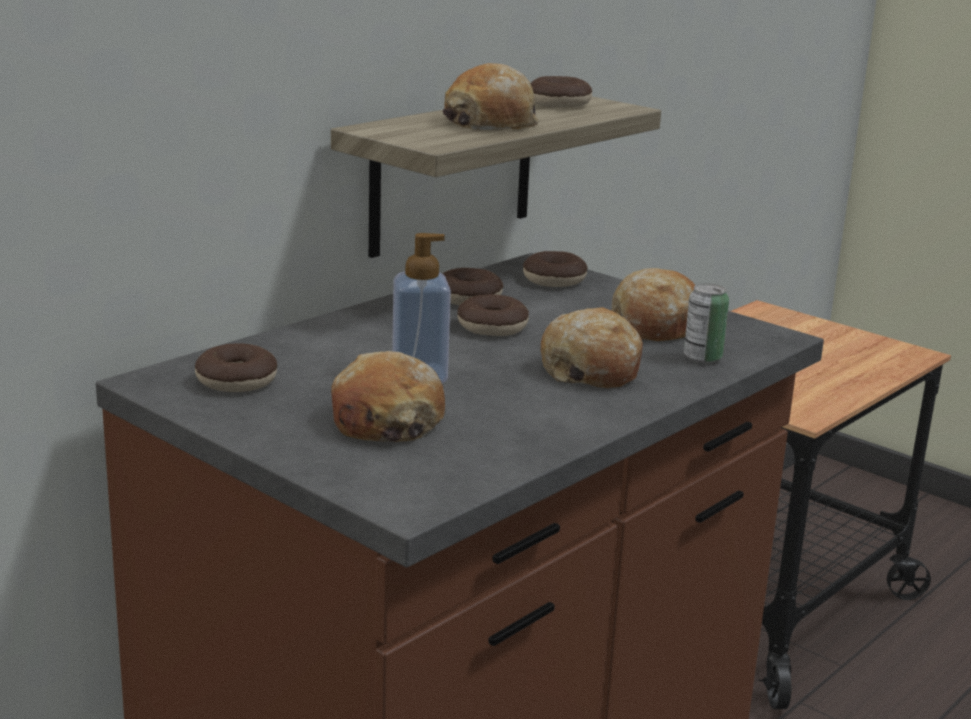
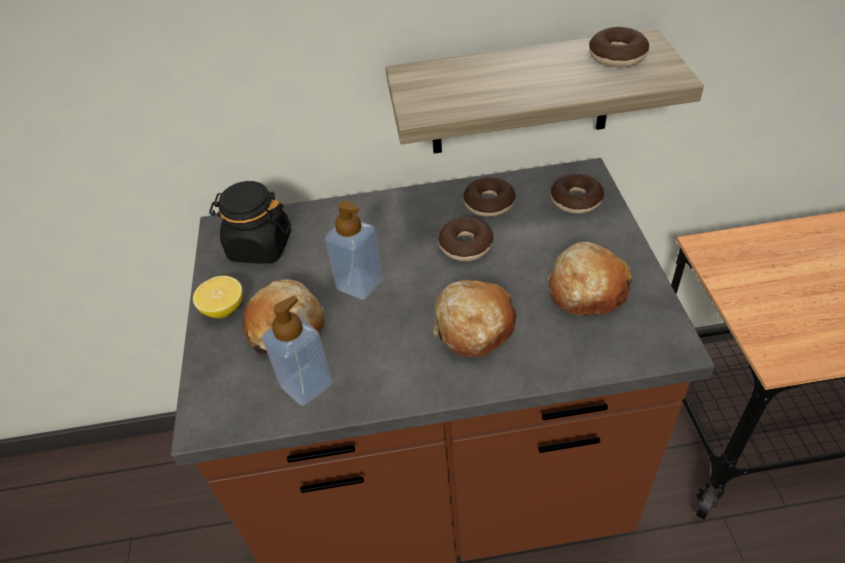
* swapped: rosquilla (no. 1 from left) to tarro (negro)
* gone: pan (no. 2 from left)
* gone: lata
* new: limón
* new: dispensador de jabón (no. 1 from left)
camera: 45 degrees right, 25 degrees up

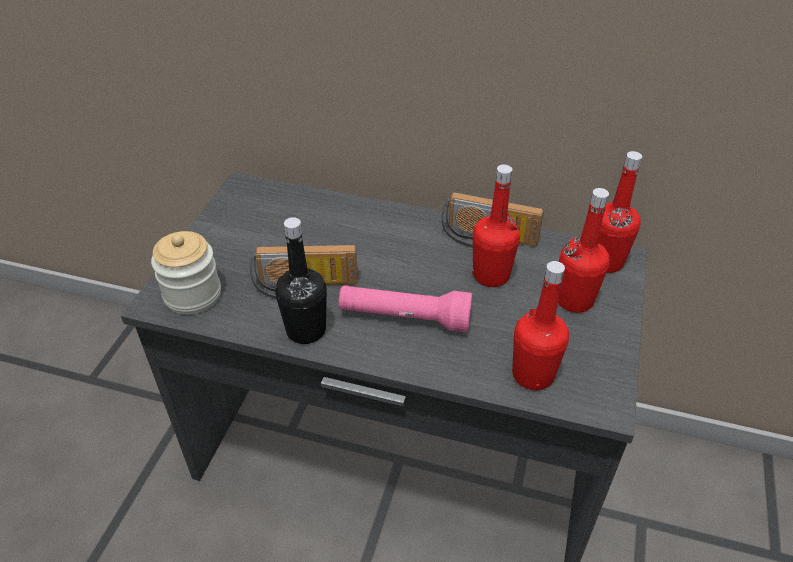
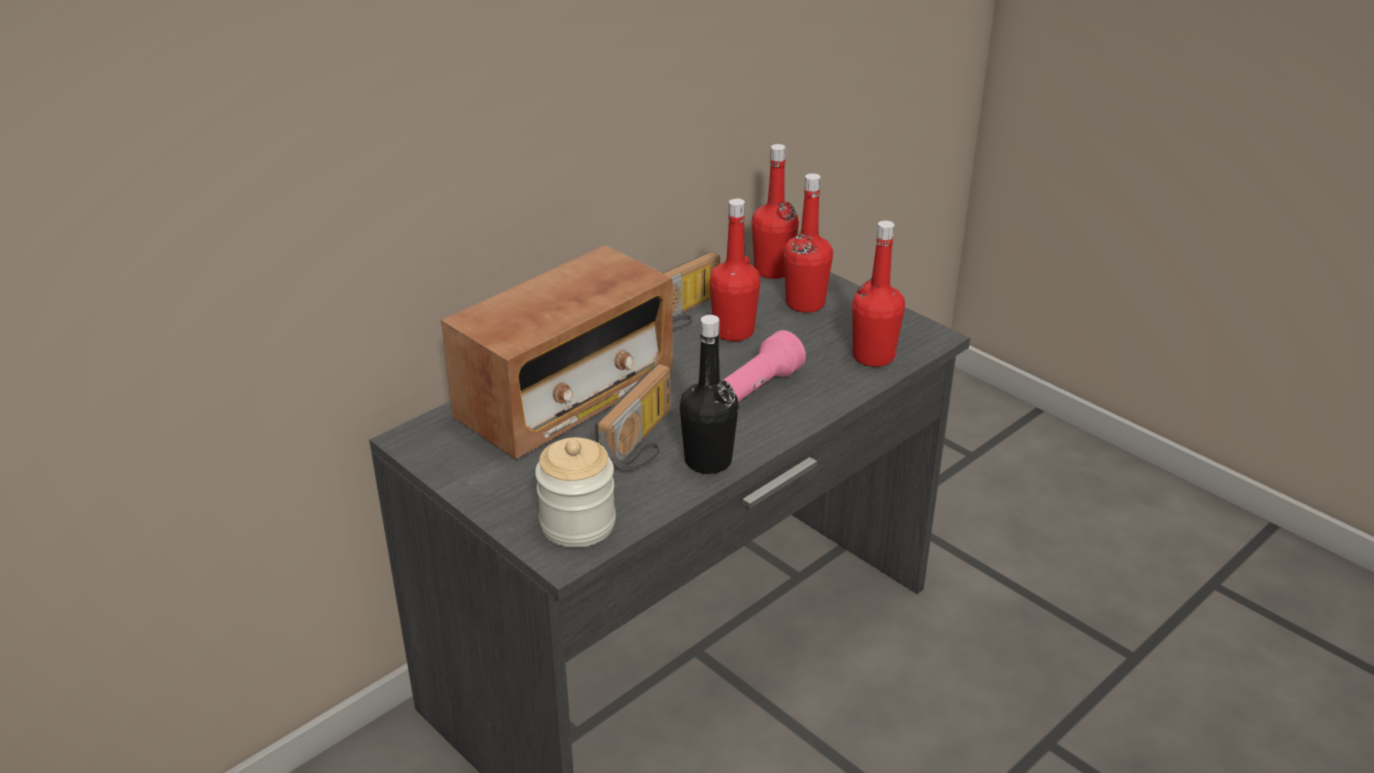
* new: radio (no. 1 from left)
camera: 60 degrees left, 10 degrees down

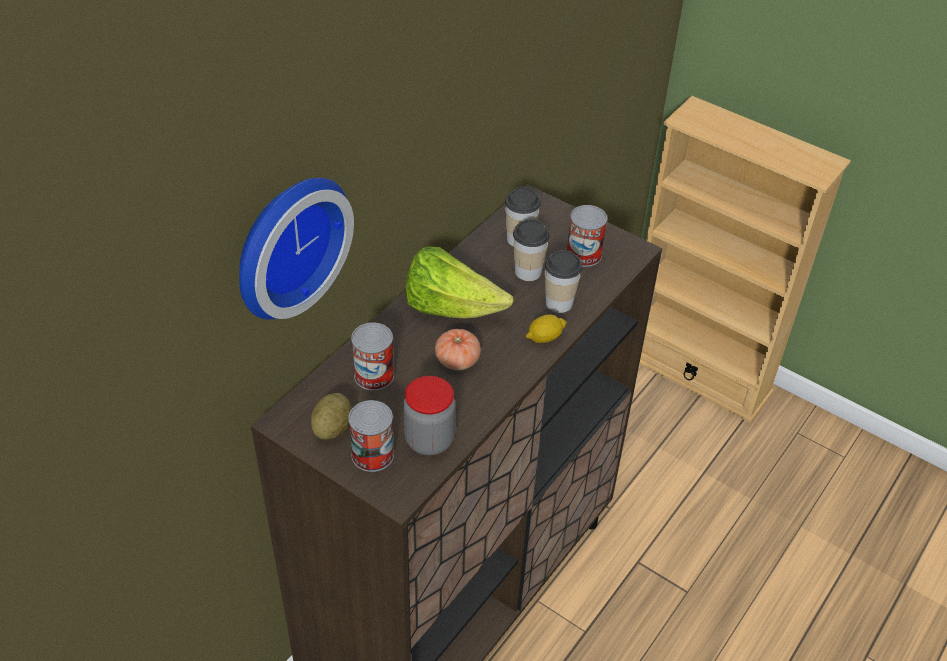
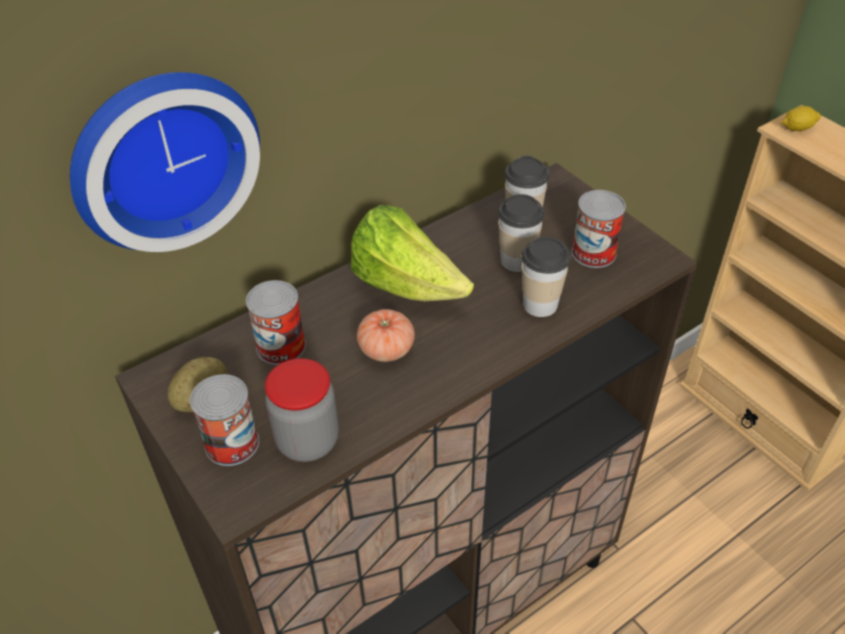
* shifted: limón
camera: 20 degrees right, 0 degrees up

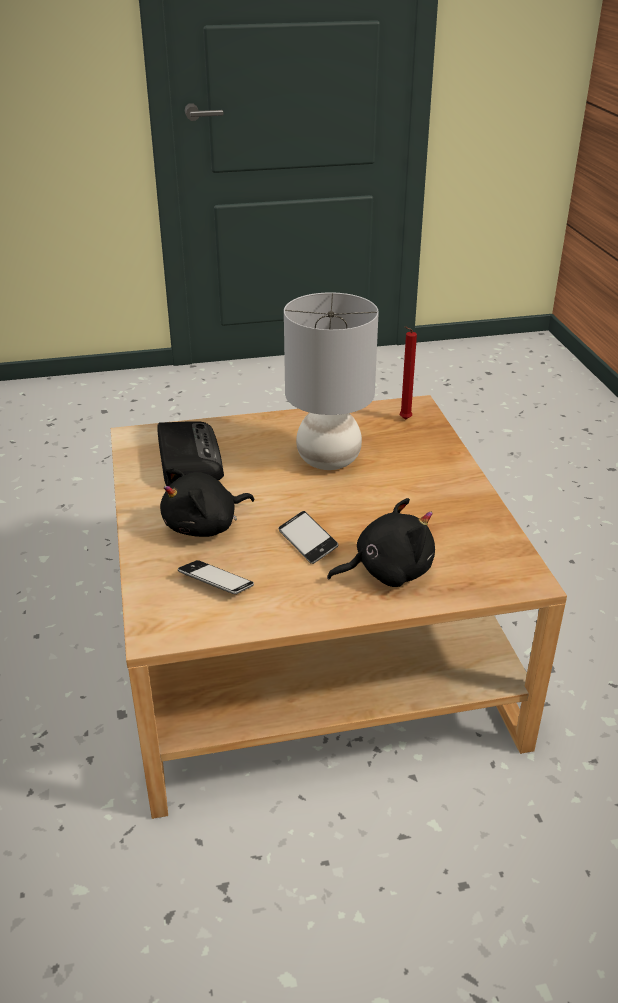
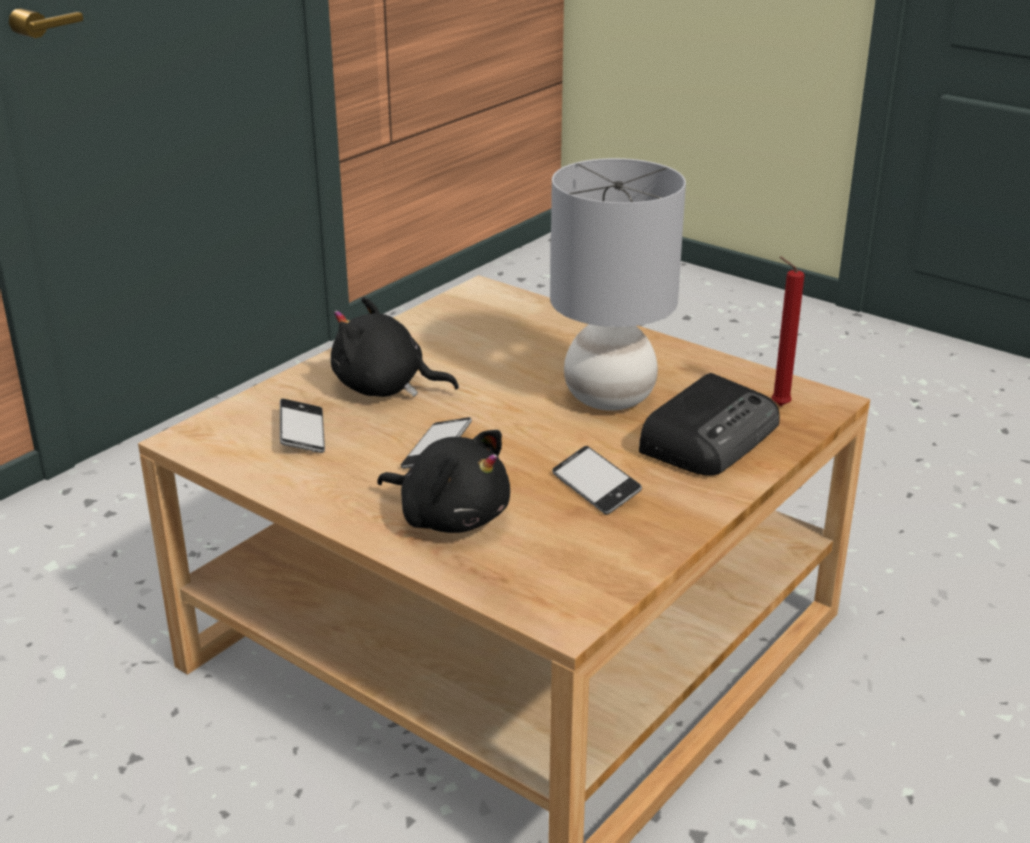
* shifted: radio
* new: móvil (no. 3 from left)
camera: 50 degrees right, 5 degrees down

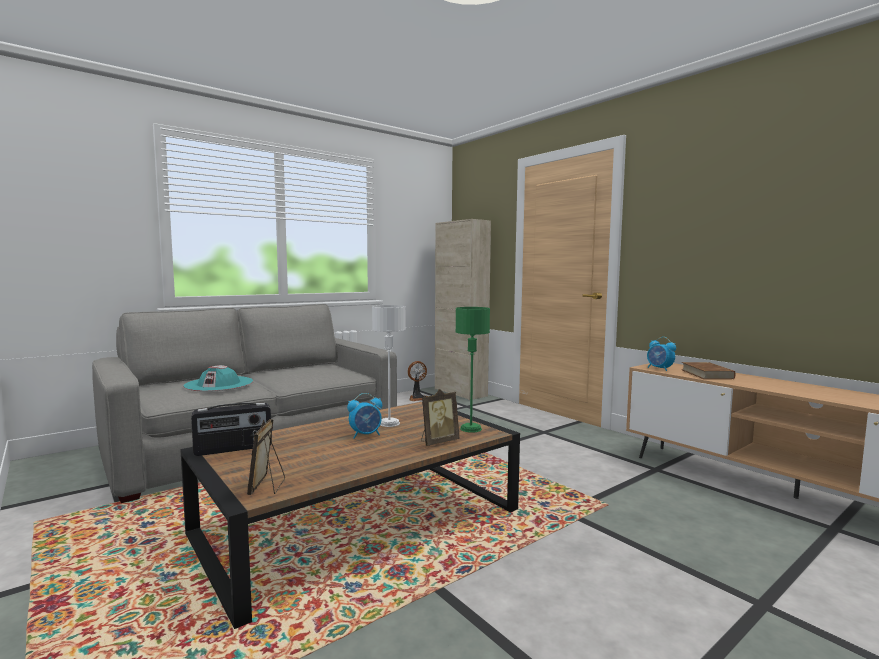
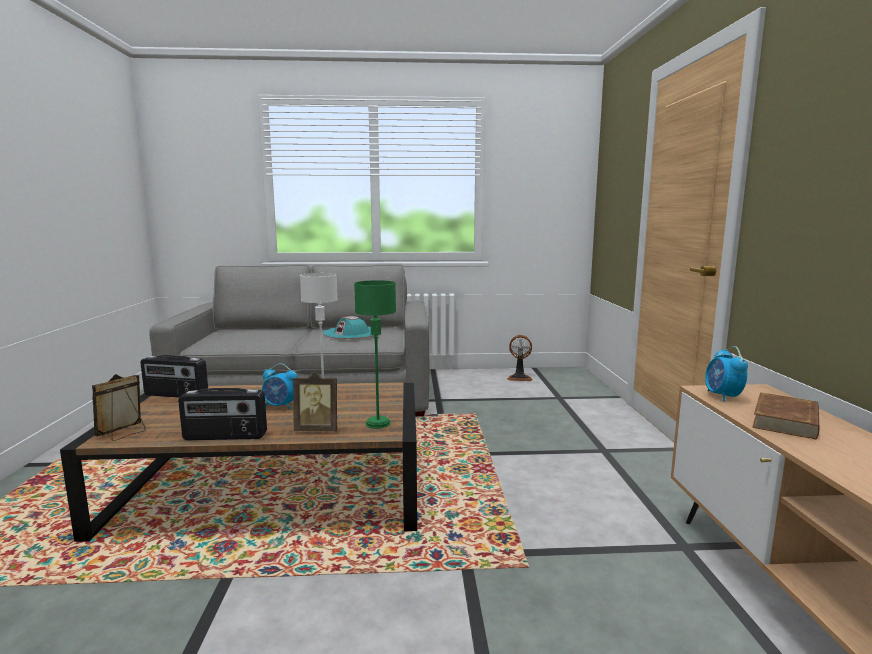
* shifted: sombrero (turquesa)
* gone: armario (beis)
* new: radio (no. 2 from left)
camera: 35 degrees right, 5 degrees up

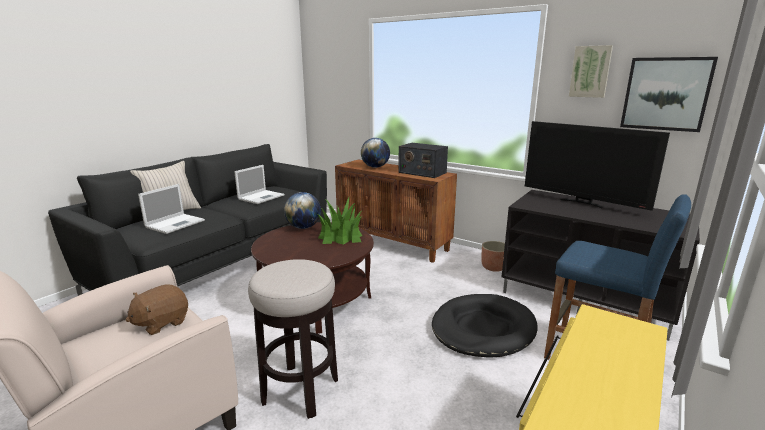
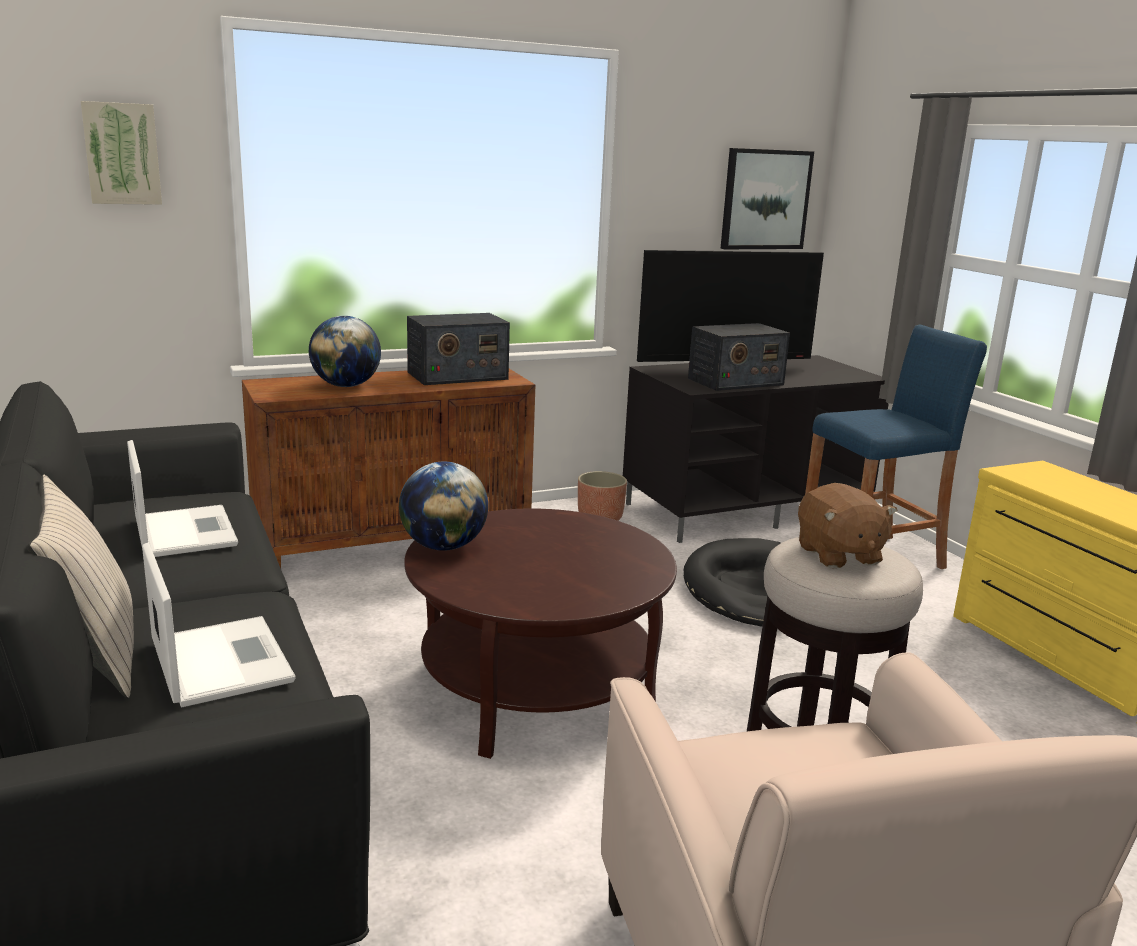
* shifted: peluche (marrón)
* gone: planta en maceta
* shifted: cuadro (no. 1 from left)
* new: radio (no. 2 from left)
camera: 60 degrees left, 0 degrees up

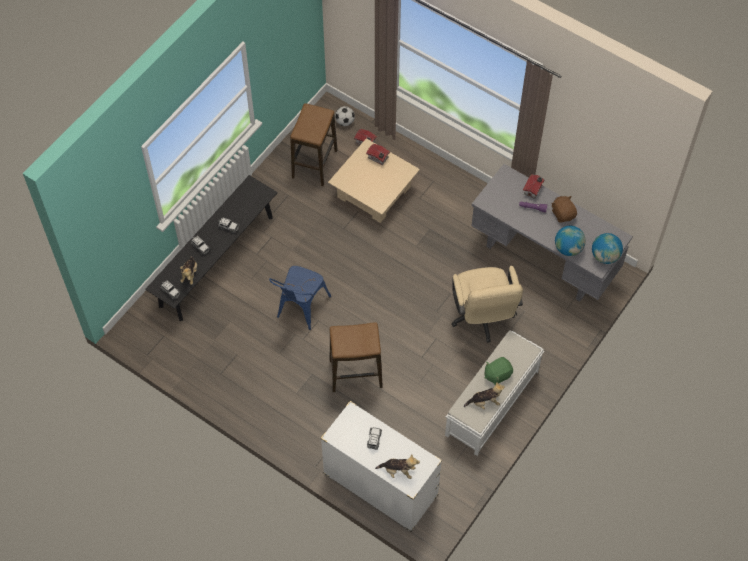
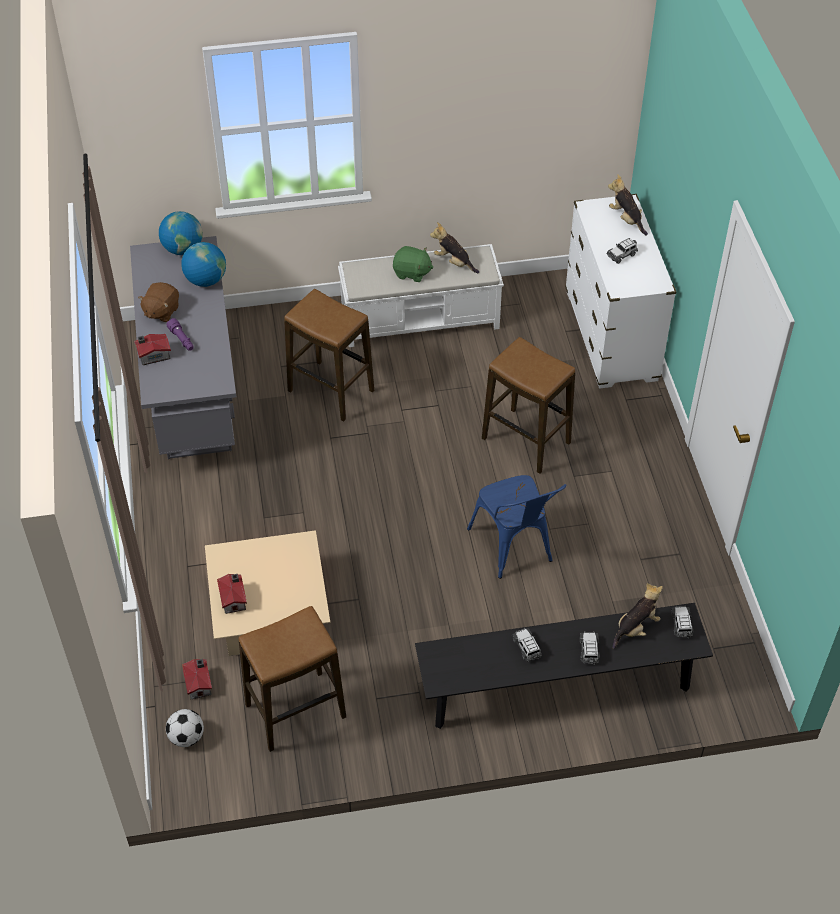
* rotated: silla (azul) 90 degrees clockwise
* swapped: silla de oficina (beis) to taburete (no. 2 from left)
camera: 135 degrees left, 10 degrees down

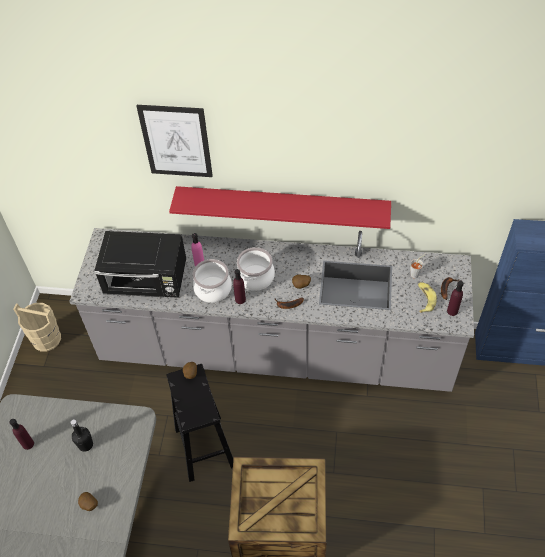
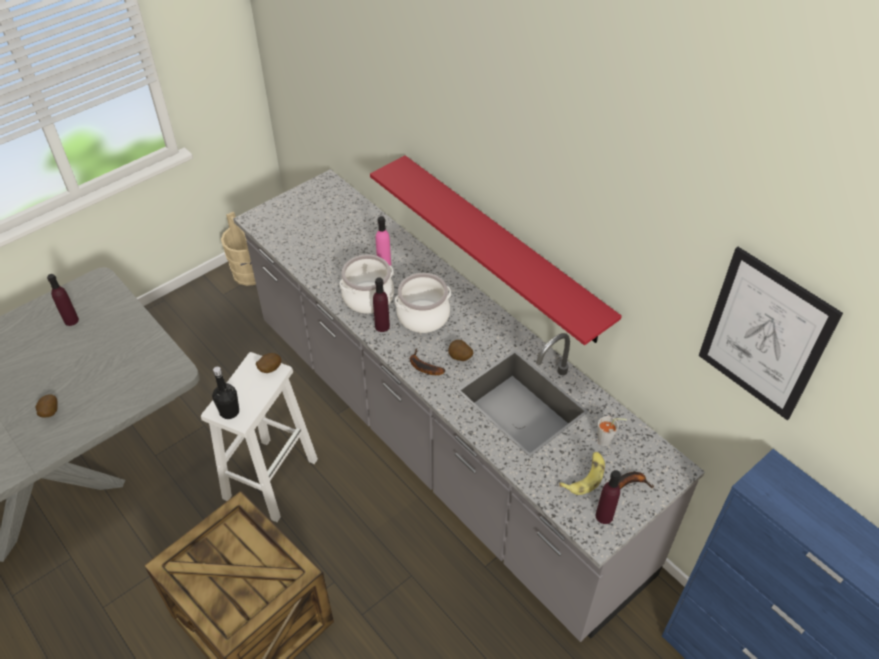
* shifted: botella (negro)
* gone: microondas (negro)
* shifted: cuadro
* repainted: taburete (negro) to taburete (blanco)
camera: 40 degrees right, 5 degrees down

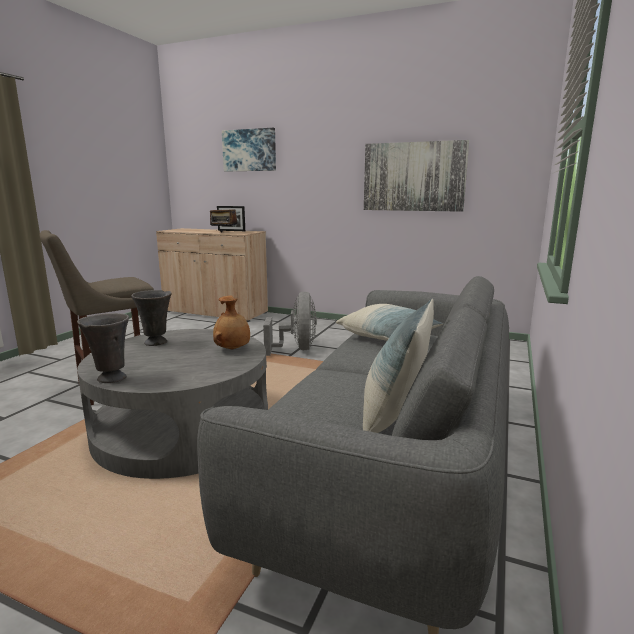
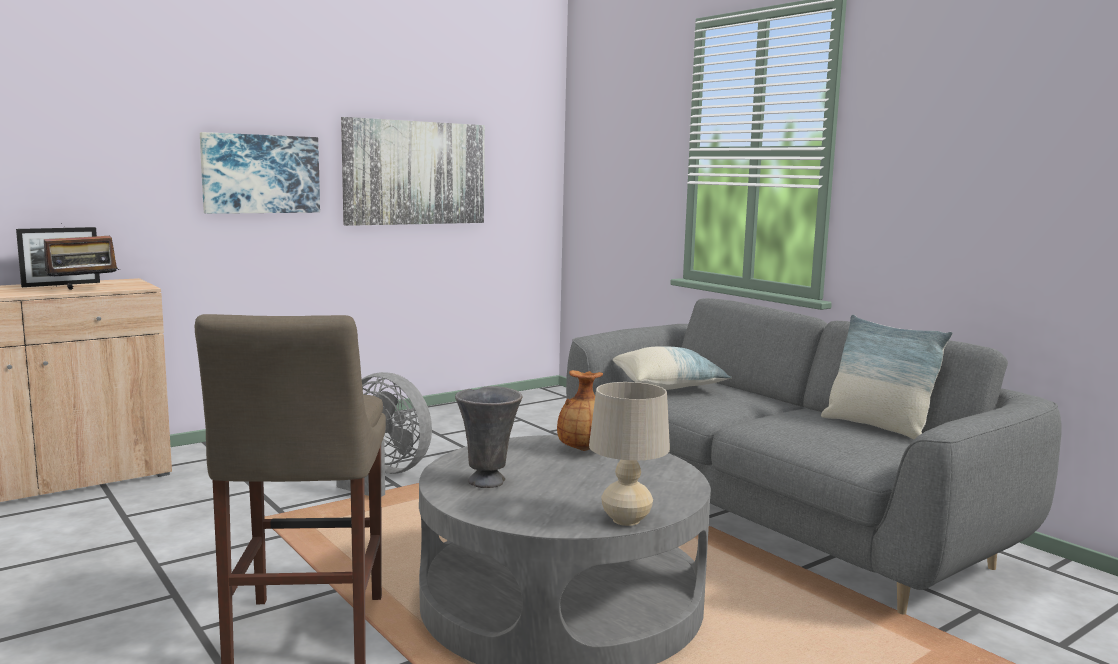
* swapped: florero (gris) (no. 1 from left) to lámpara de mesa (beis)
* shifted: cuadro (no. 1 from left)
camera: 60 degrees left, 5 degrees down

